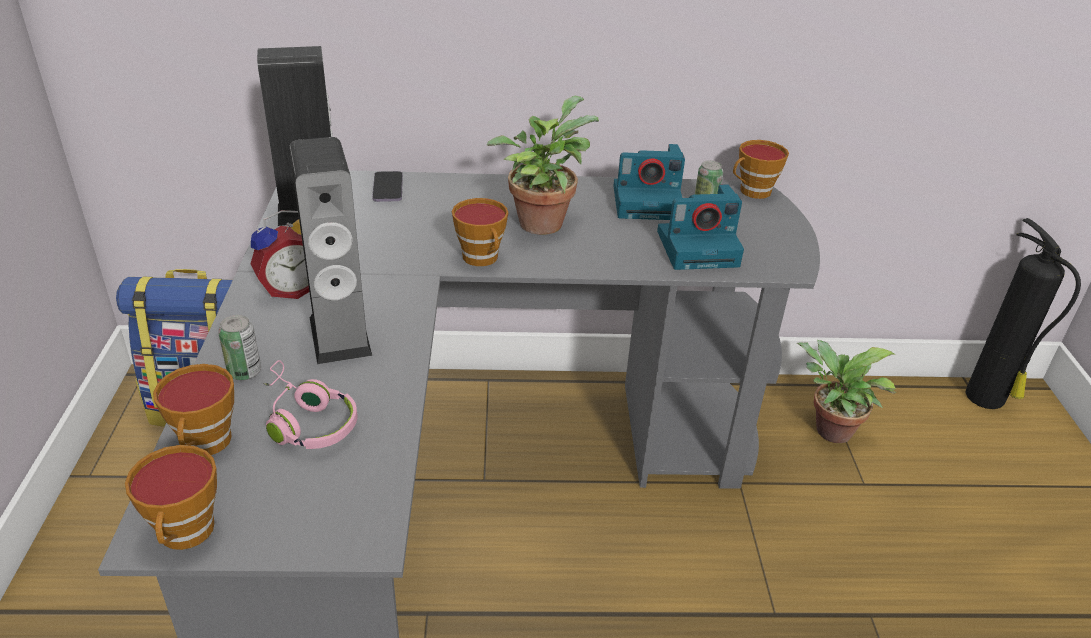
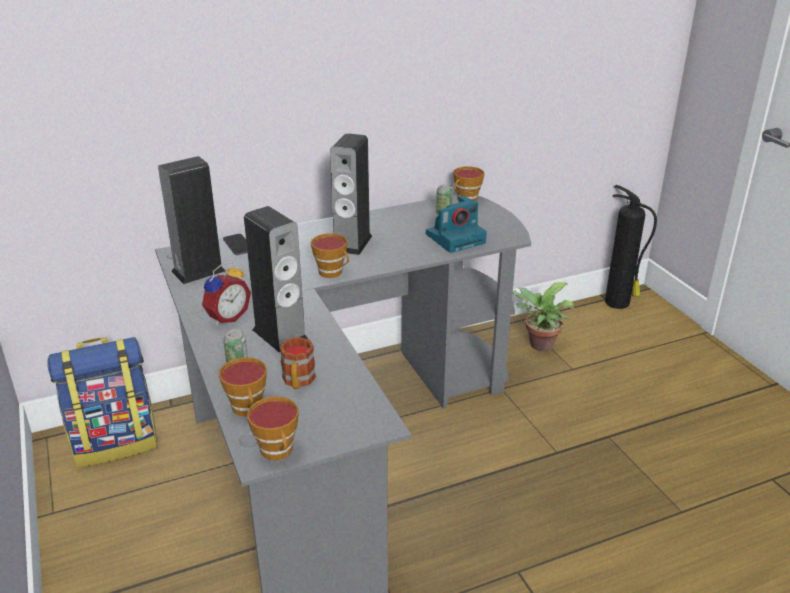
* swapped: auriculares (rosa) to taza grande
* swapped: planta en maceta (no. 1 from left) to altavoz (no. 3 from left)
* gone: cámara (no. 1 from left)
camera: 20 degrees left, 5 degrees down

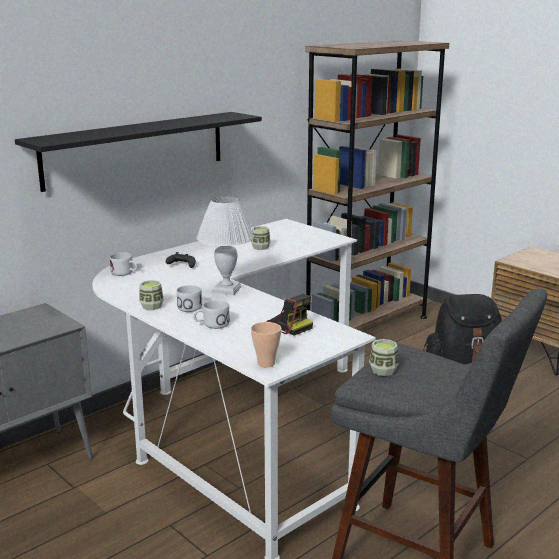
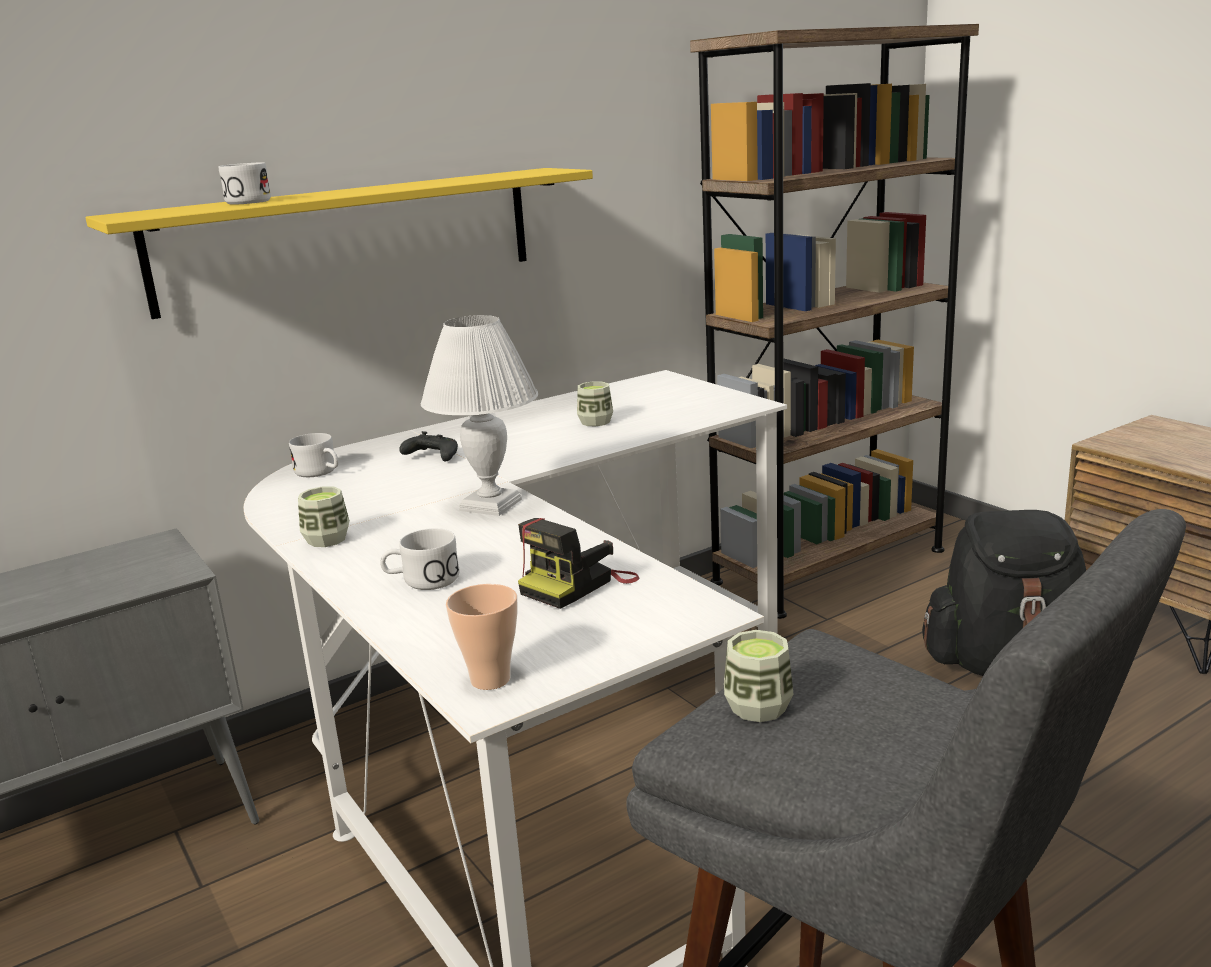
* repainted: estante (negro) to estante (amarillo)
* shifted: taza grande (blanco) (no. 2 from left in the first image) to taza grande (blanco) (no. 1 from left)
* rotated: cámara 75 degrees clockwise
camera: 10 degrees right, 0 degrees up

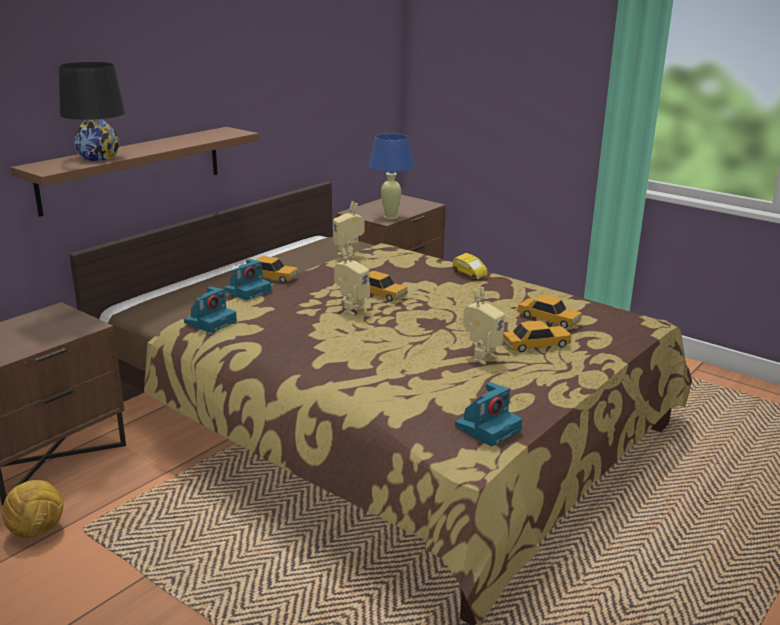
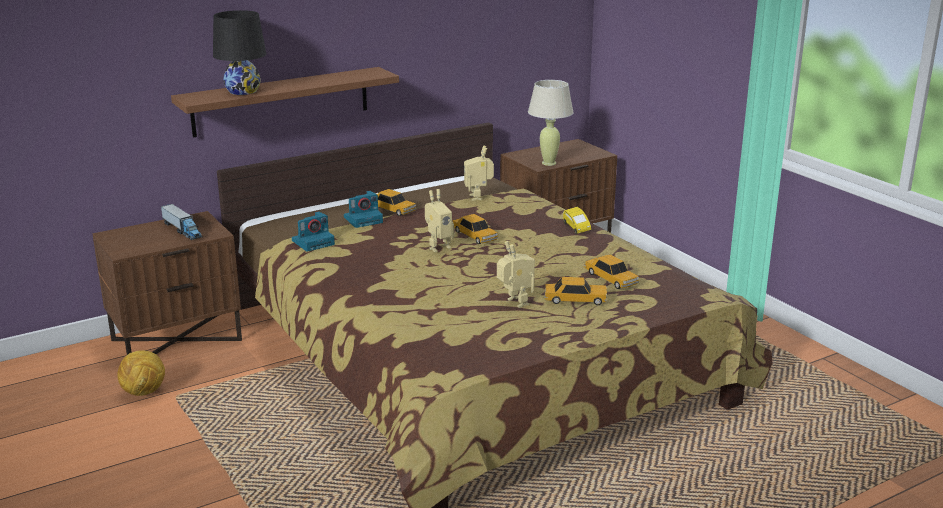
* repainted: lámpara de mesa (azul) to lámpara de mesa (beis)
* gone: cámara (no. 3 from left)
* rotated: robot de juguete (no. 3 from left) 90 degrees counterclockwise
* new: camión de juguete
camera: 20 degrees right, 0 degrees up

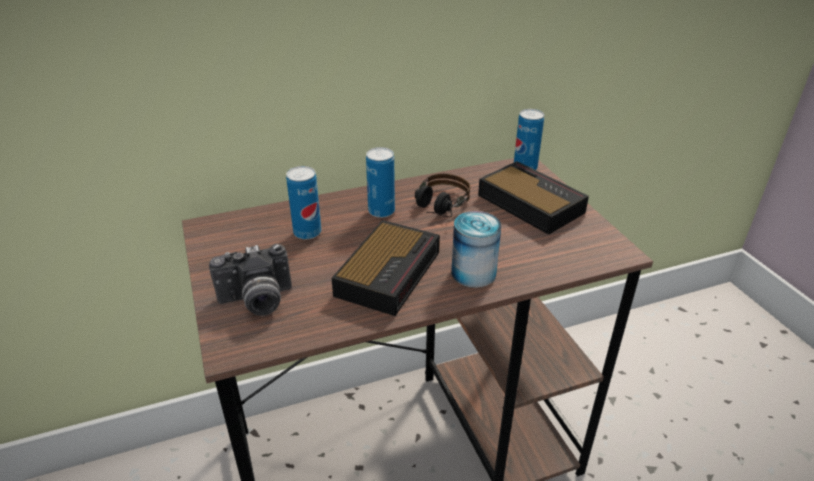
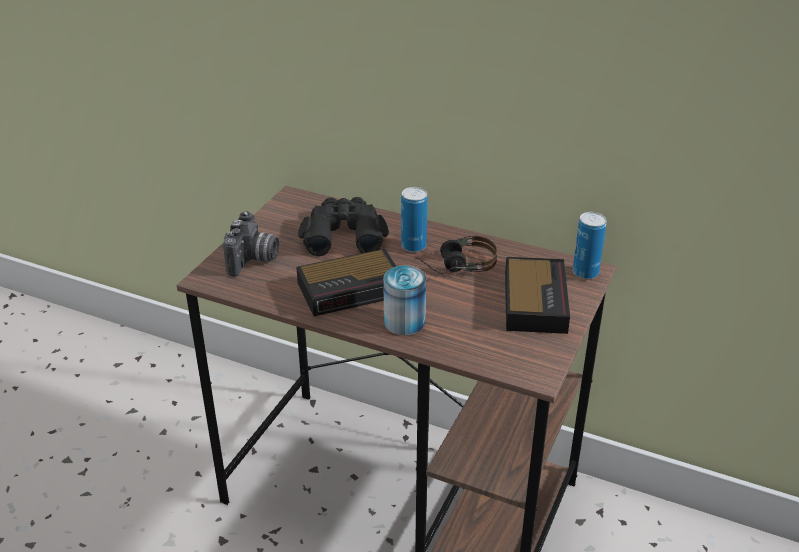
* rotated: cámara 105 degrees counterclockwise
* swapped: lata (no. 1 from left) to prismáticos (negro)
camera: 45 degrees right, 0 degrees up

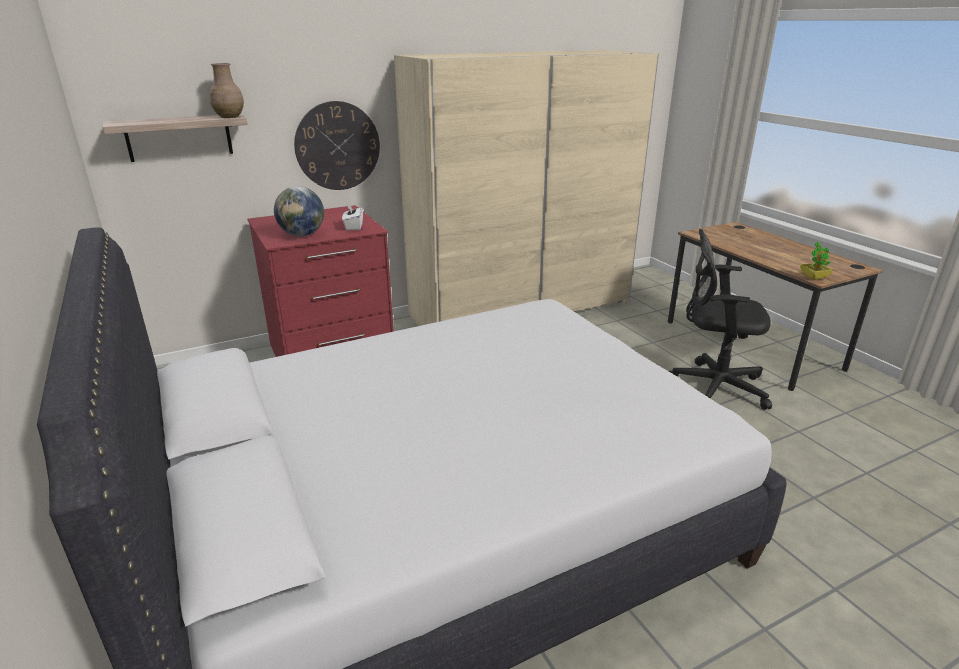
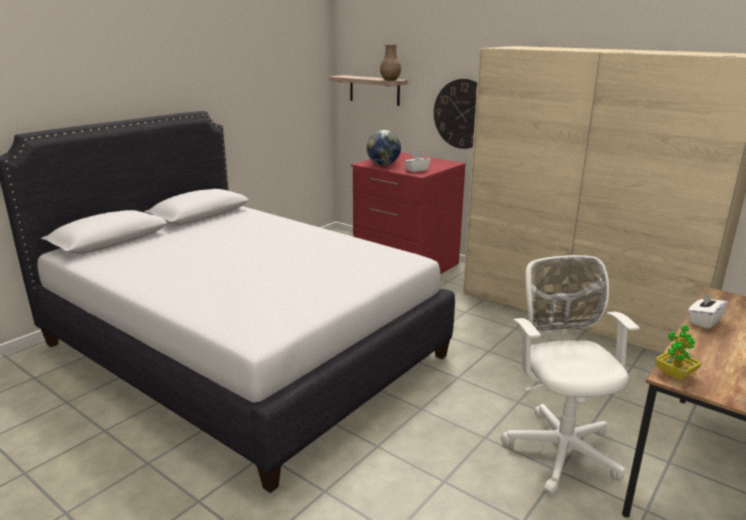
* repainted: silla de oficina (negro) to silla de oficina (blanco)
* new: caja de pañuelos (blanco) (no. 2 from left)
camera: 65 degrees right, 5 degrees down

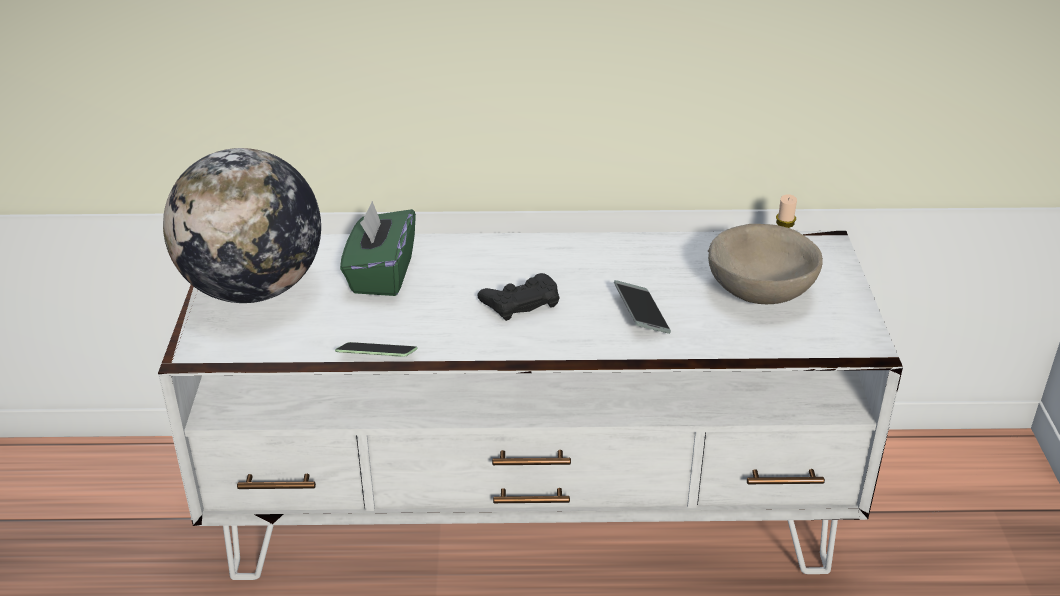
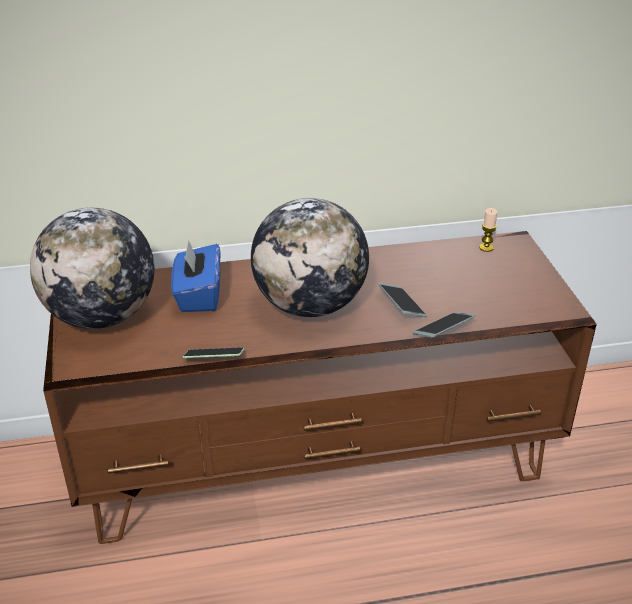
* repainted: mueble de televisión (blanco) to mueble de televisión (marrón)
* repainted: caja de pañuelos (verde) to caja de pañuelos (azul)
* swapped: mando de consola (negro) to globo terráqueo (no. 2 from left)
* gone: cuenco (beis)
* new: móvil (no. 3 from left)
camera: 10 degrees left, 0 degrees up

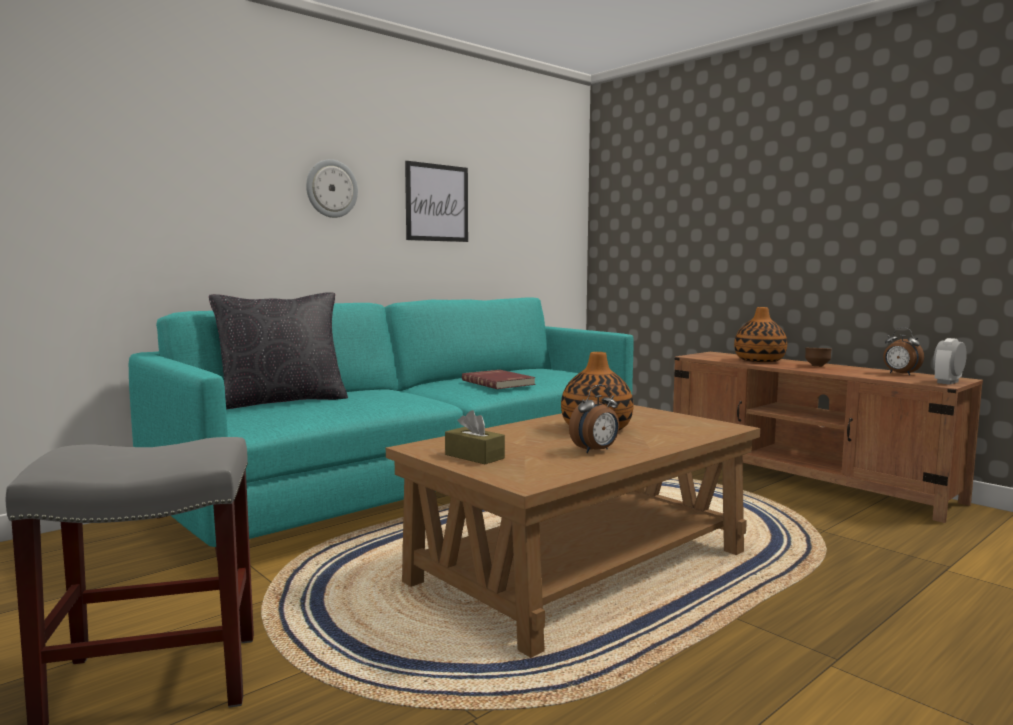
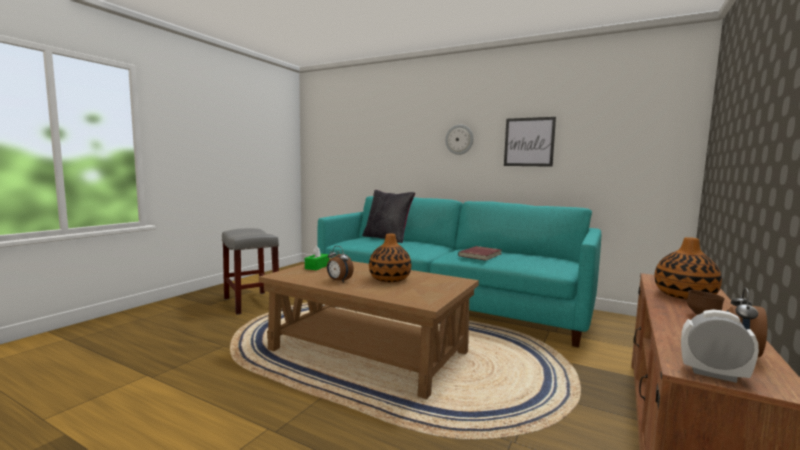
* repainted: caja de pañuelos (marrón) to caja de pañuelos (verde)
camera: 70 degrees right, 0 degrees up

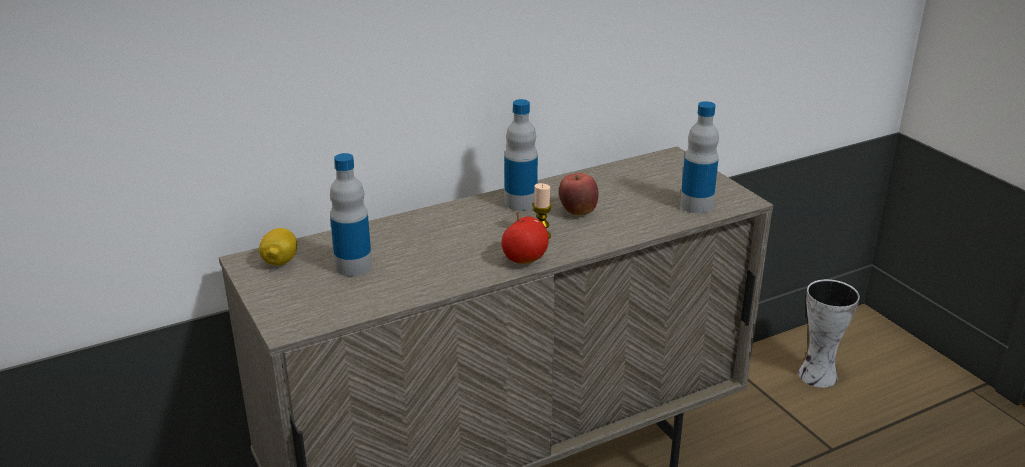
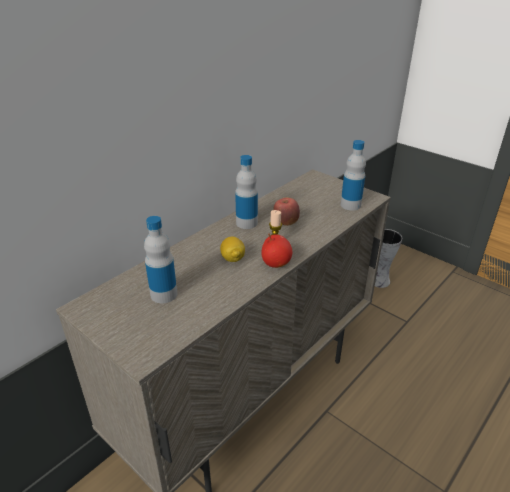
* shifted: limón
camera: 20 degrees left, 5 degrees up

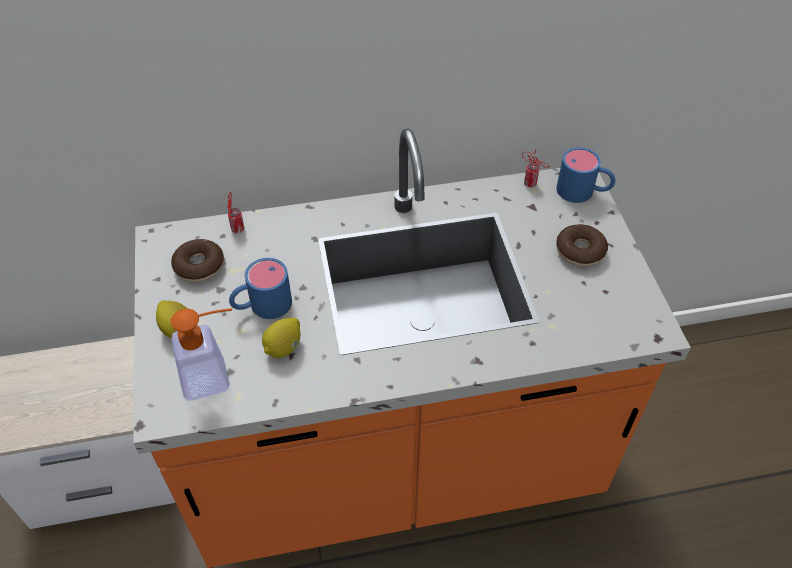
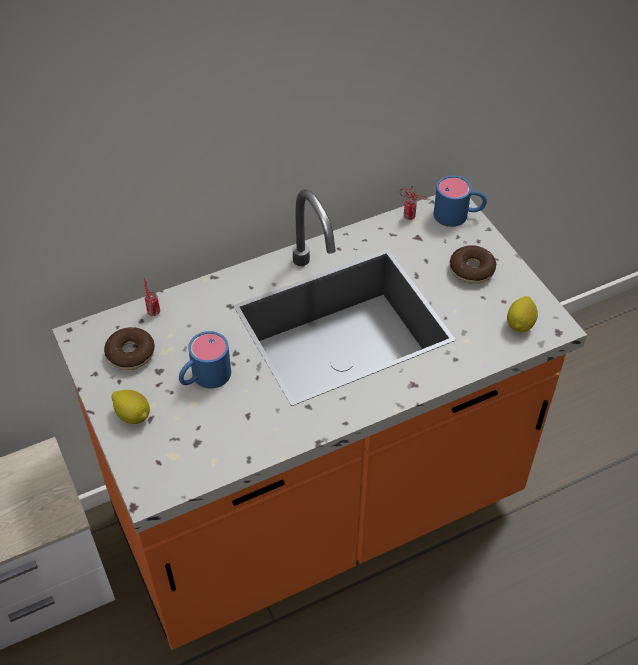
* gone: dispensador de jabón
* shifted: limón (no. 2 from left)
camera: 15 degrees left, 0 degrees up

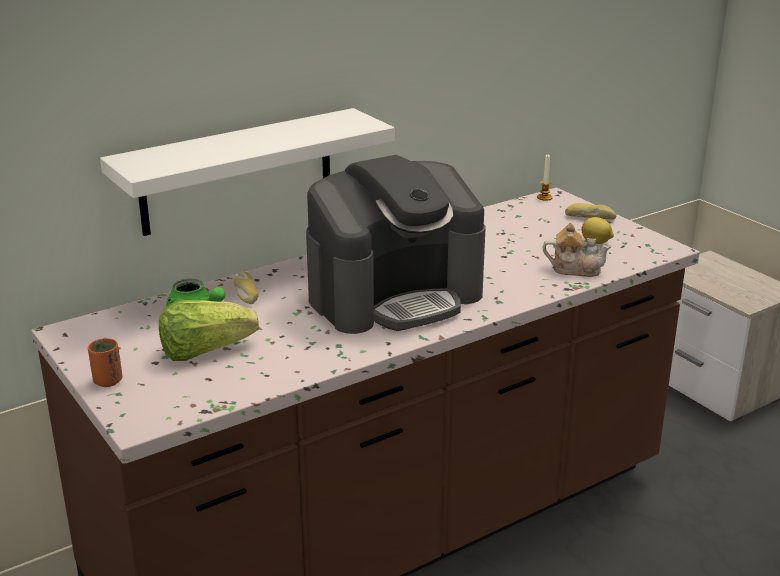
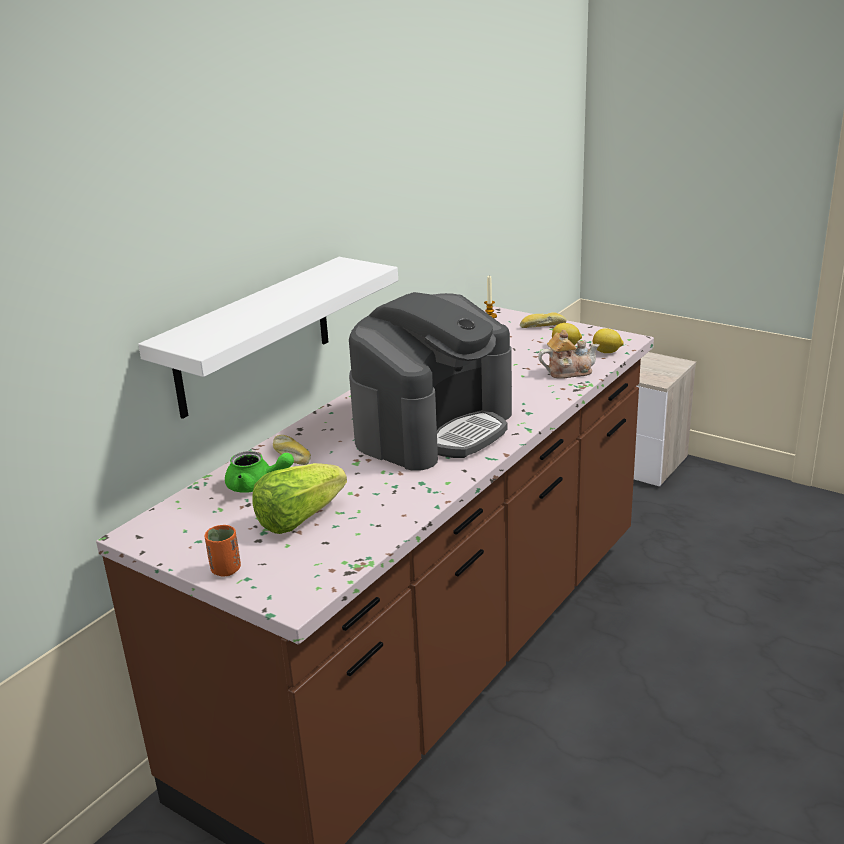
* new: limón (no. 2 from left)
camera: 20 degrees left, 0 degrees up

